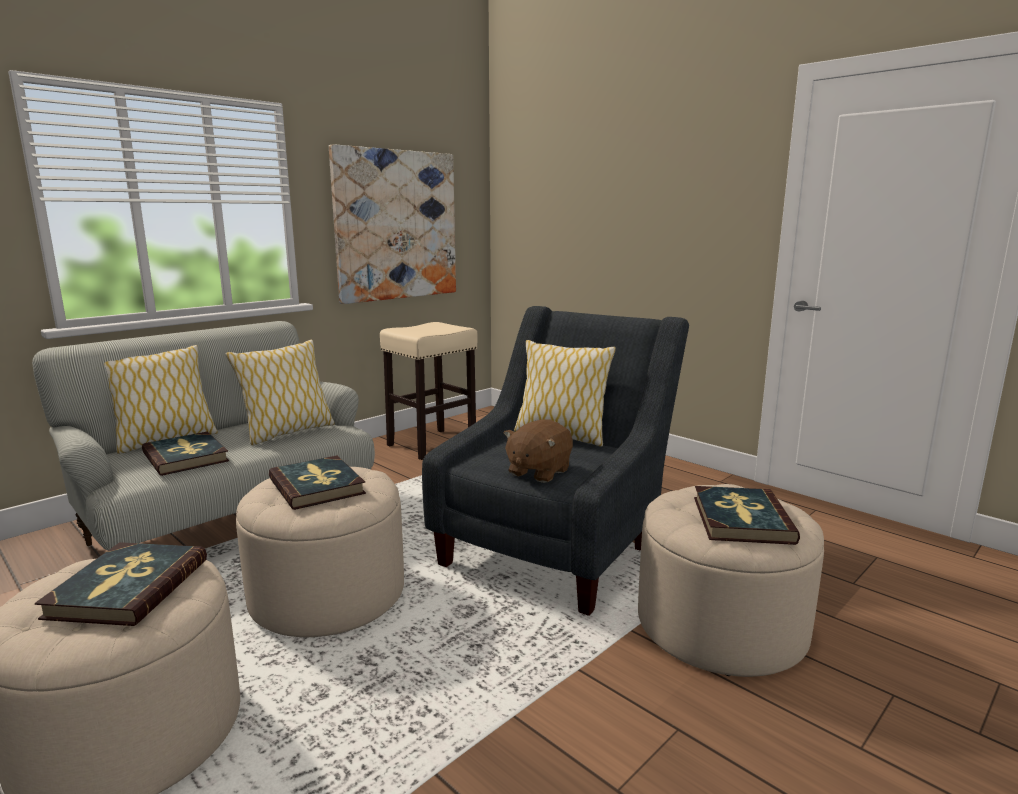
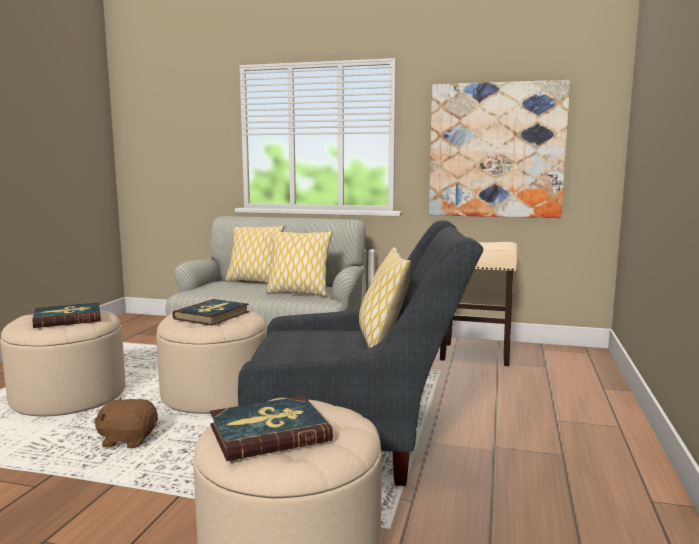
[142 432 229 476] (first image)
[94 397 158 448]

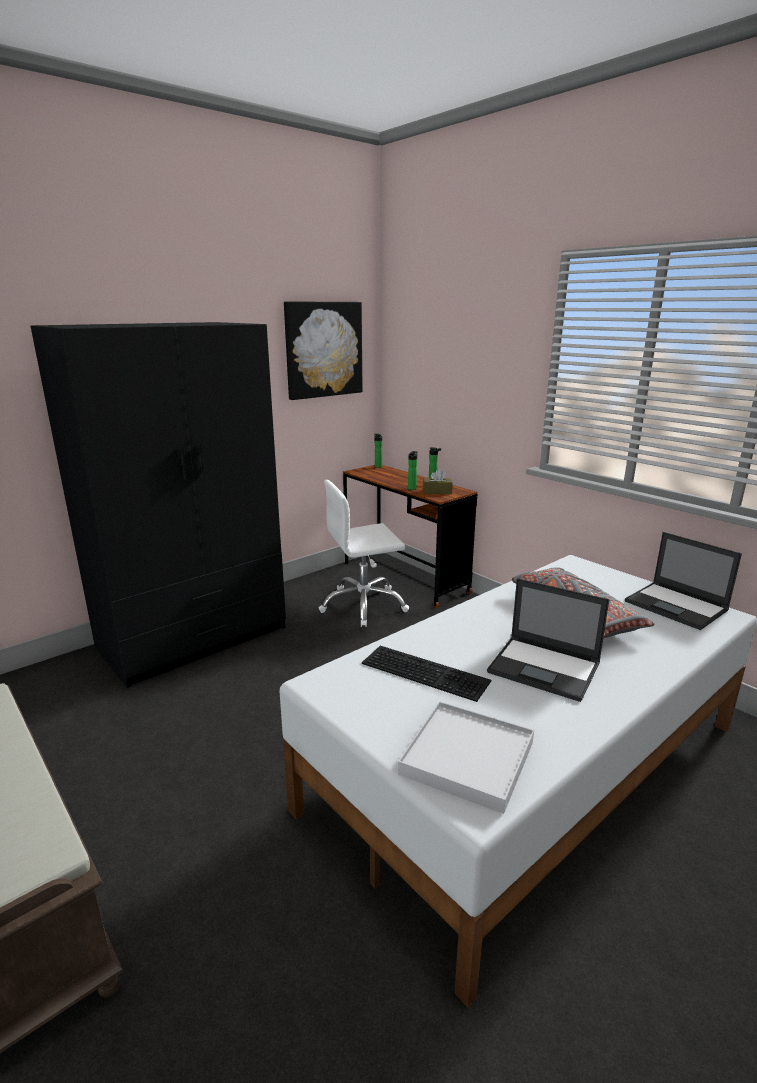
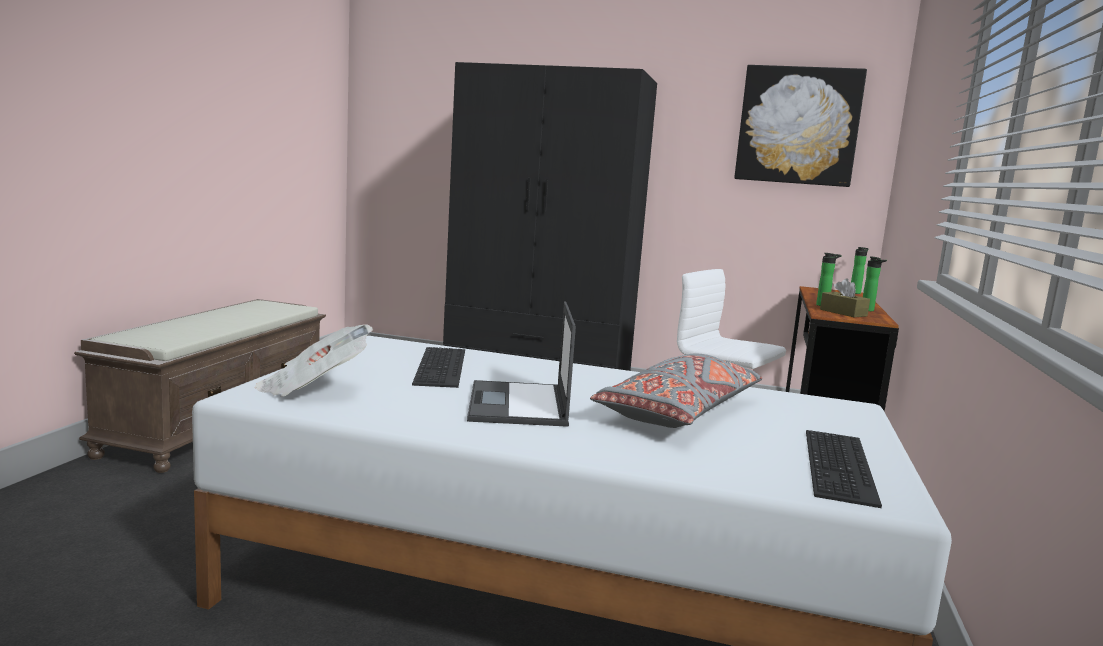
[255 324 373 397]
[806 430 882 508]

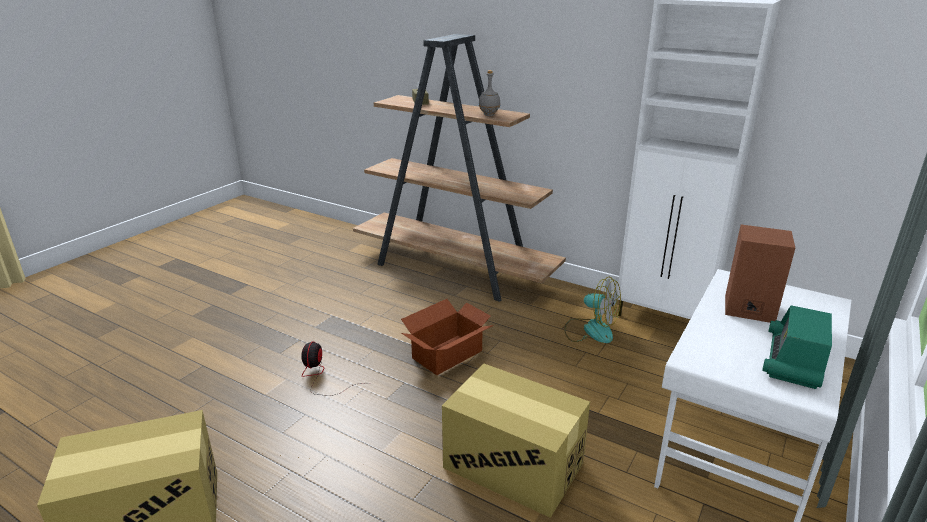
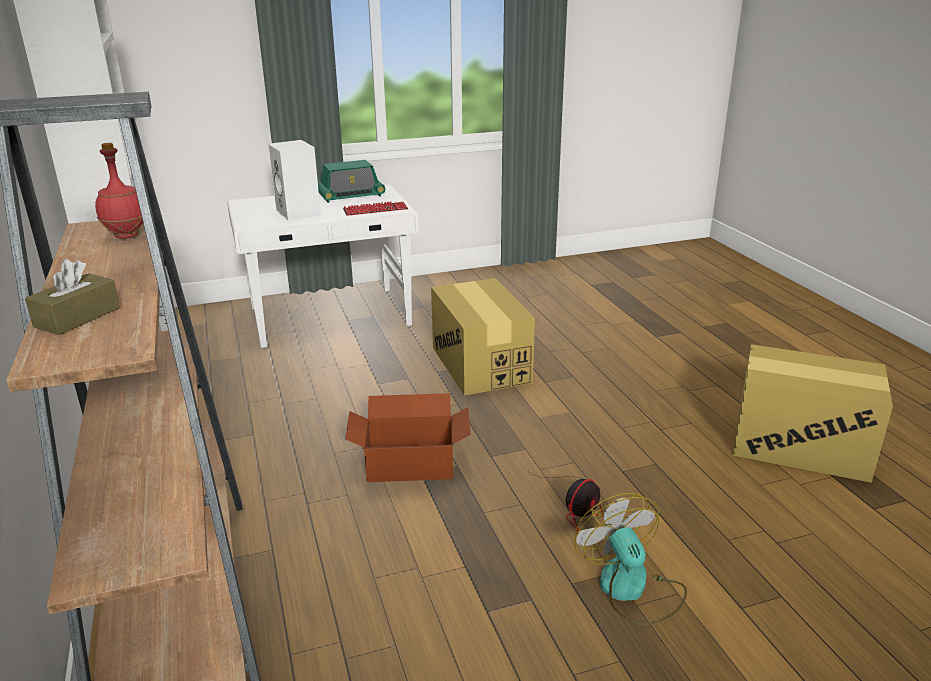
[95 143 143 239]
[574 493 687 626]
[268 140 321 221]
[343 202 408 216]

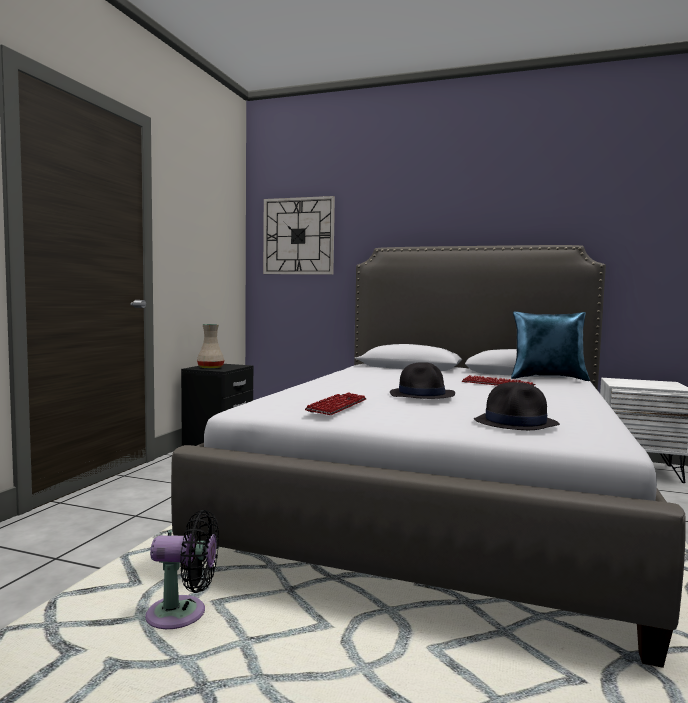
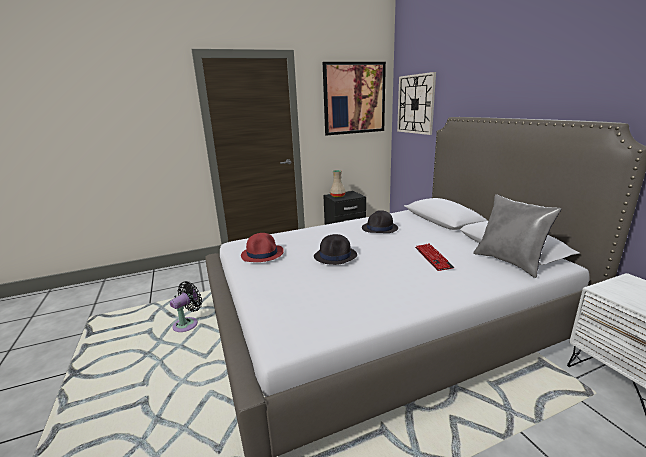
[170 281 202 332]
[241 233 284 262]
[362 210 398 233]
[473 194 561 278]
[323 62 386 135]

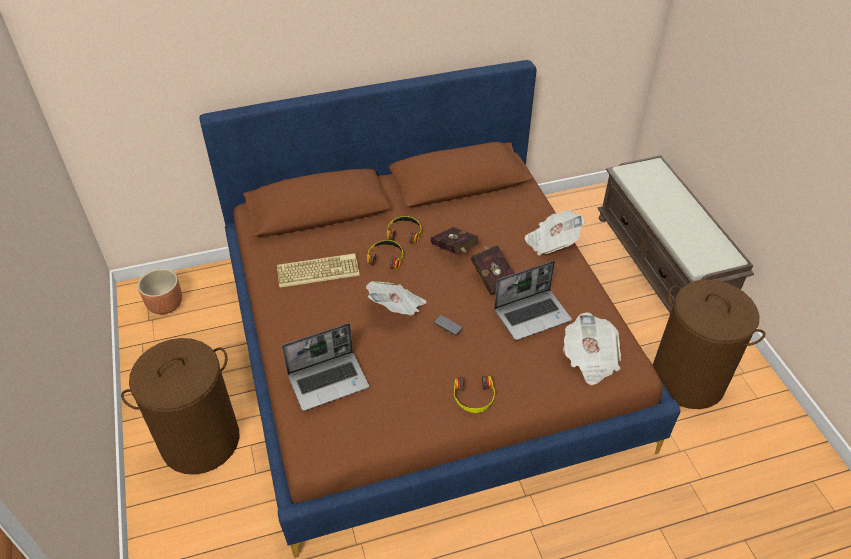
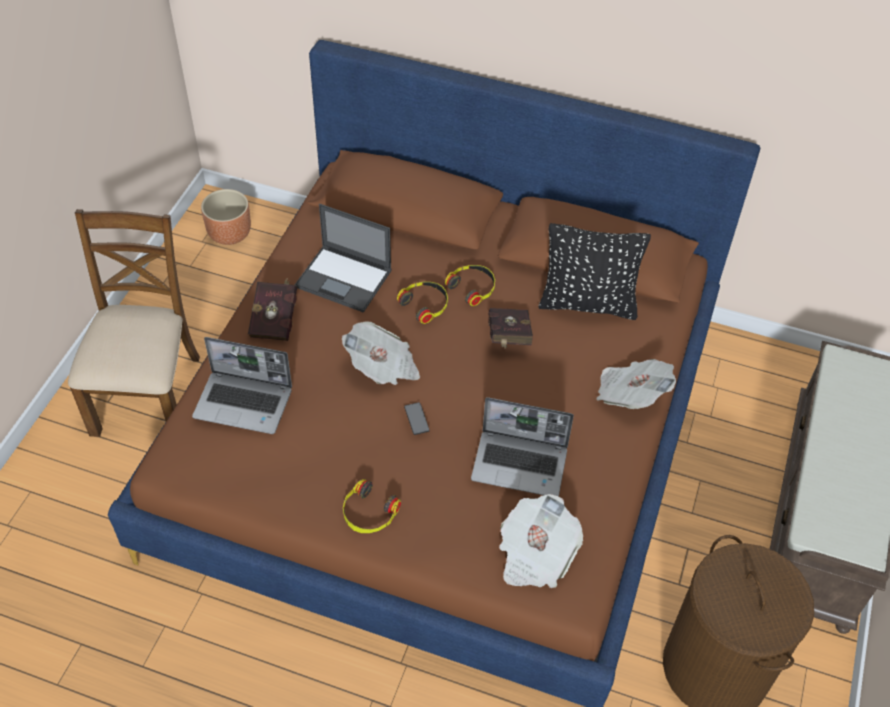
[68 209 200 437]
[295 204 392 313]
[248 279 297 341]
[538 223 651 320]

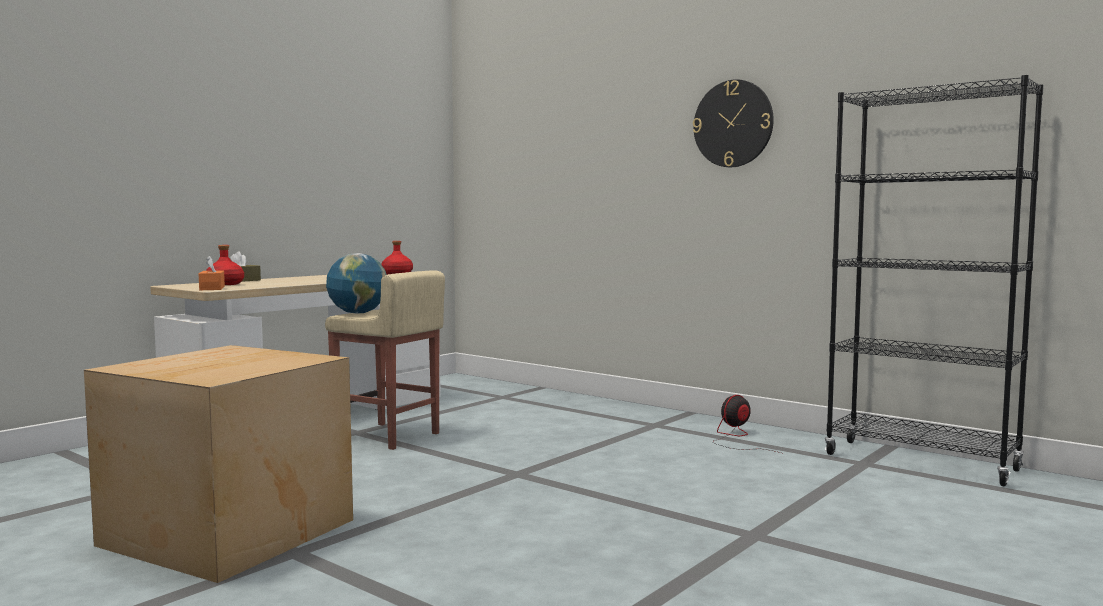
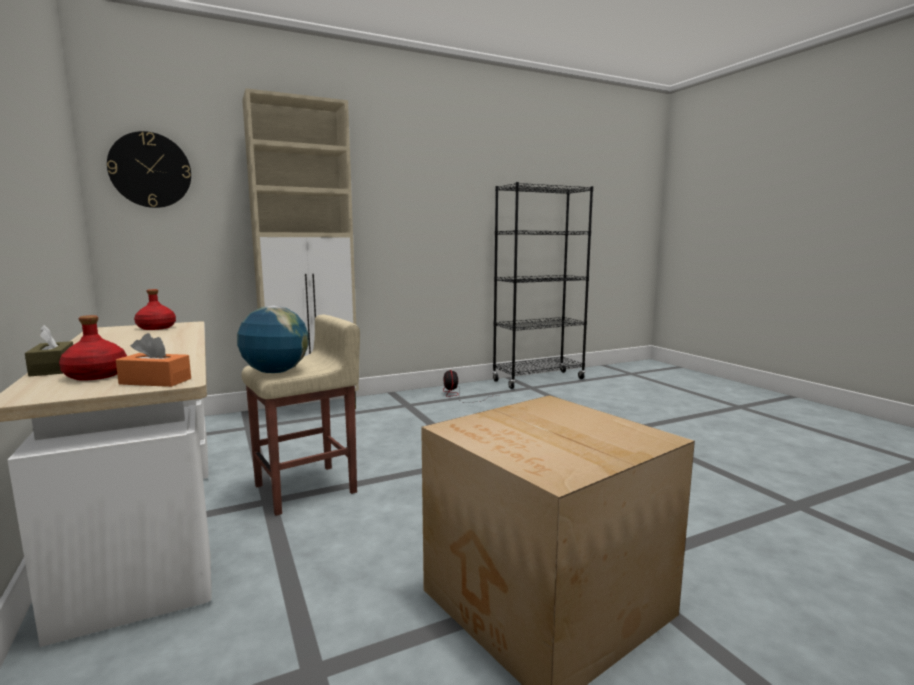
[107 131 191 208]
[242 88 359 409]

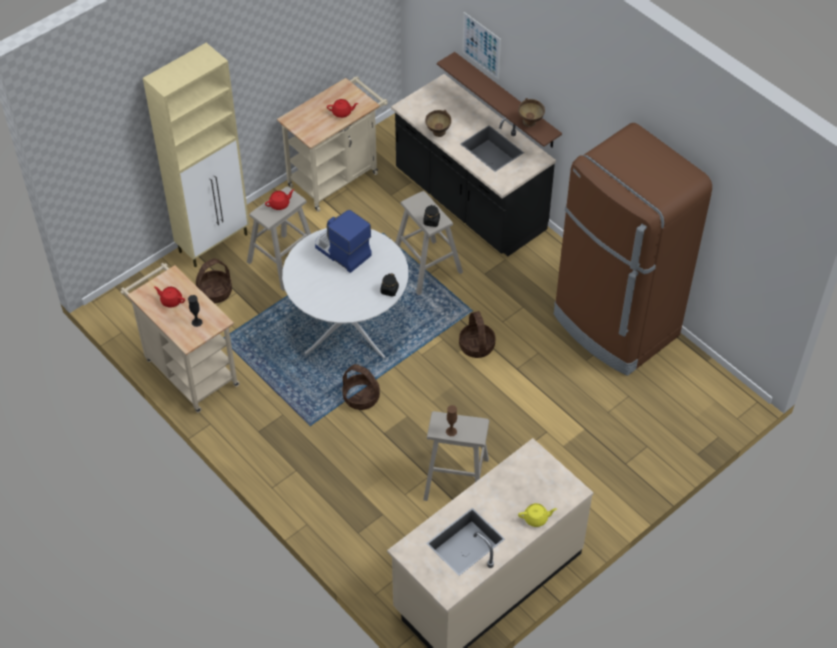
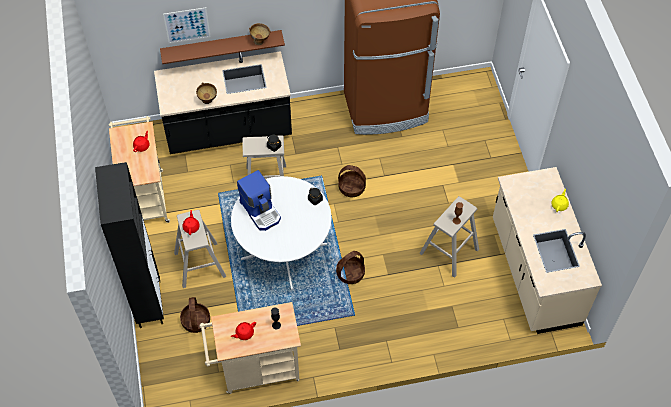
[95 162 164 328]
[237 170 281 231]

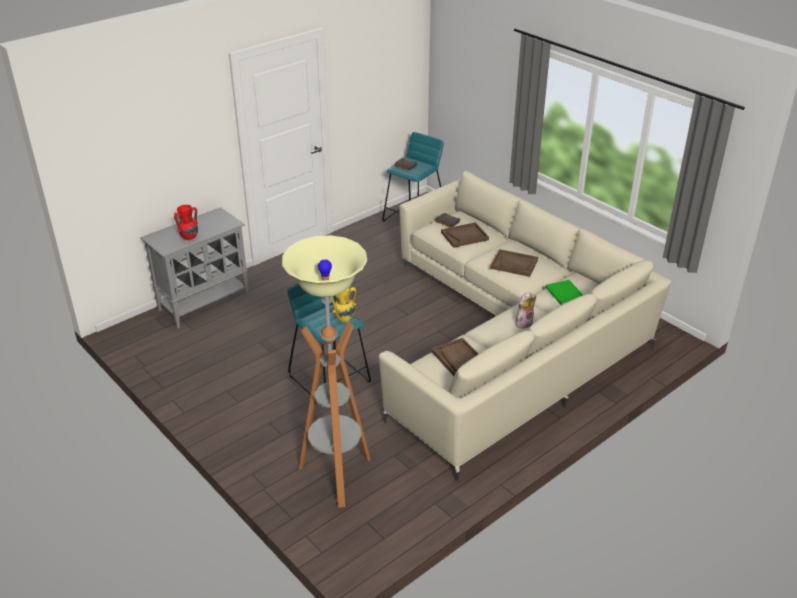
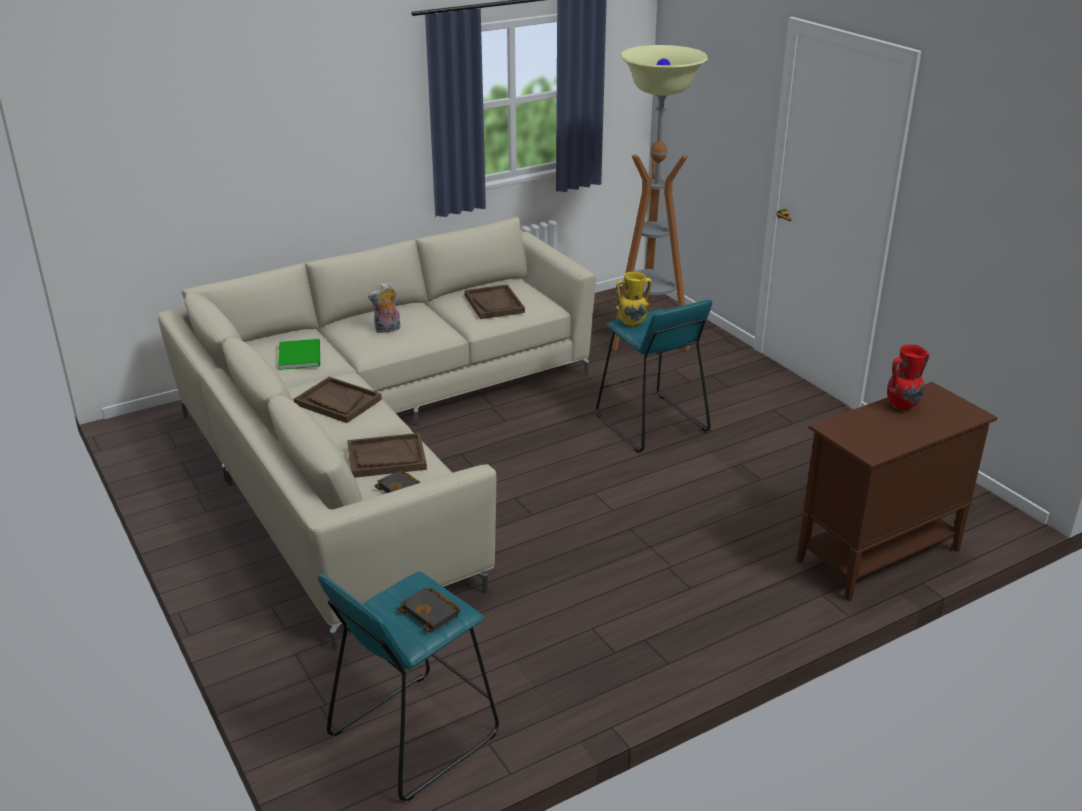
[796 382 998 601]

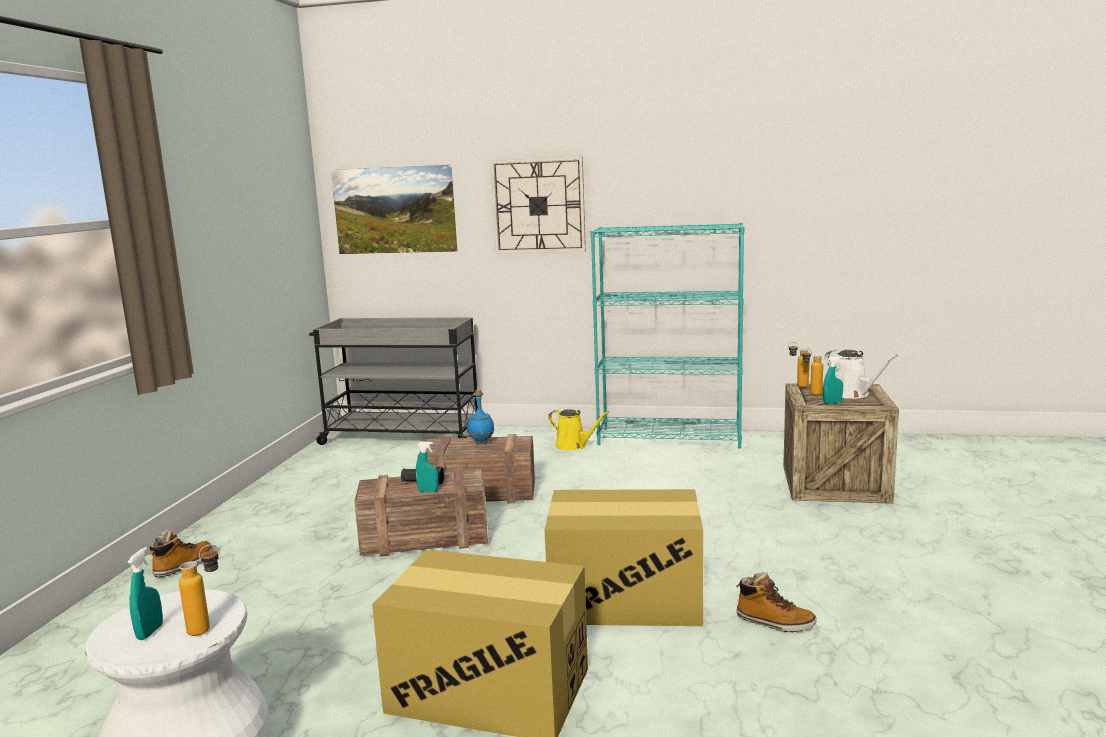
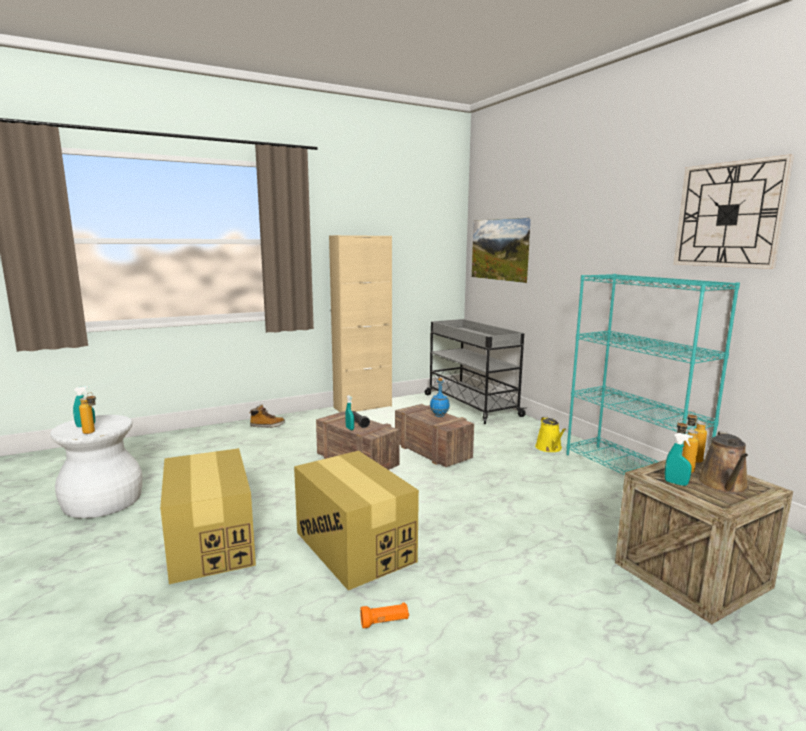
[674 154 794 269]
[360 602 409 628]
[697 431 749 494]
[329 235 392 412]

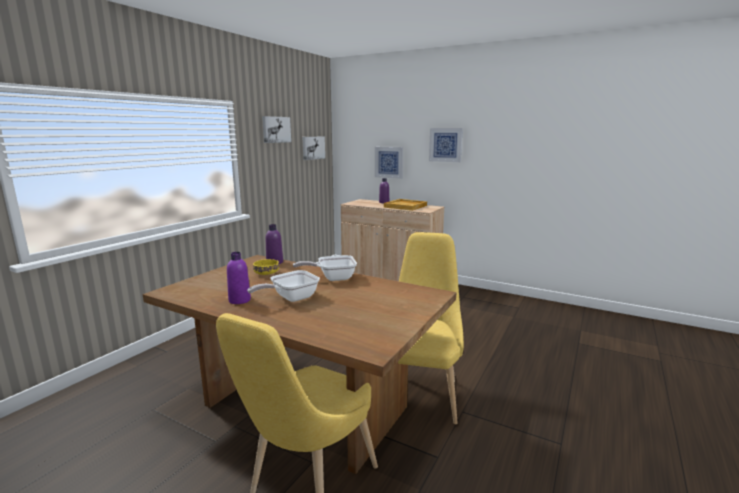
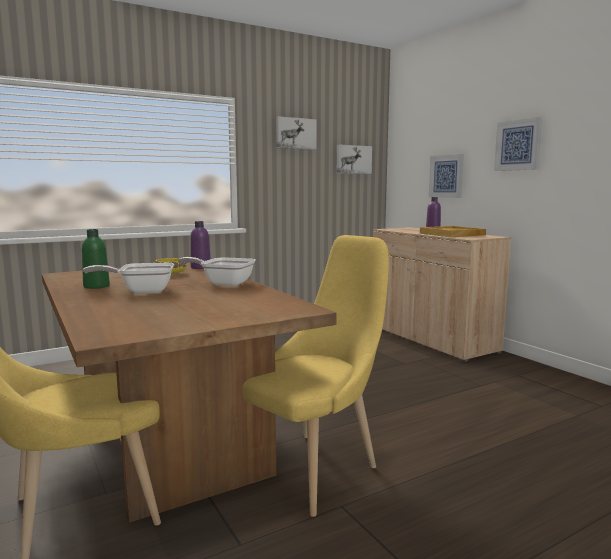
[82 229 110 289]

